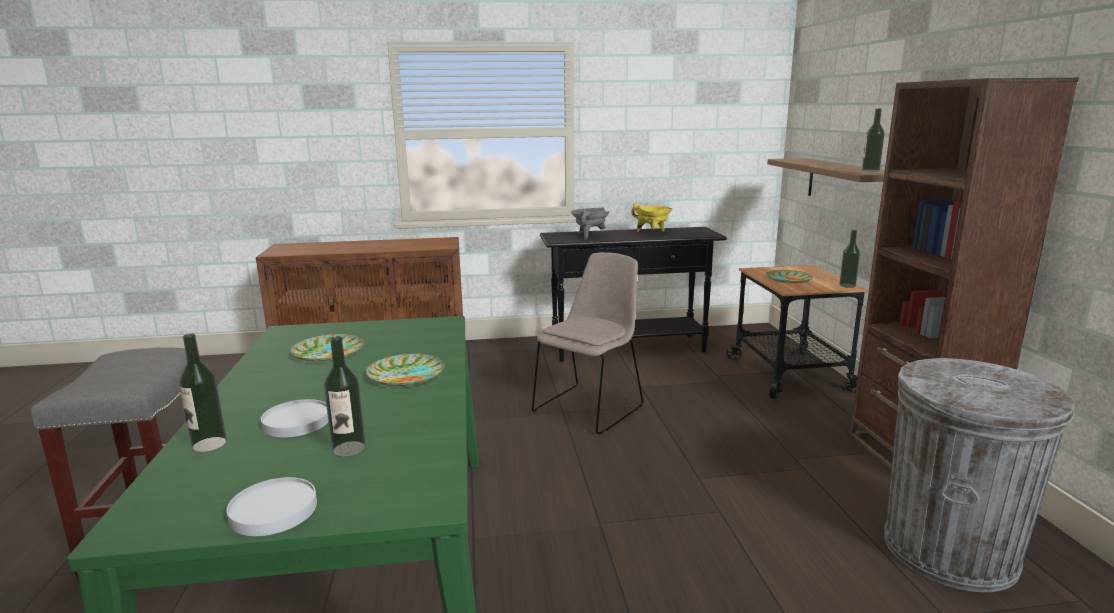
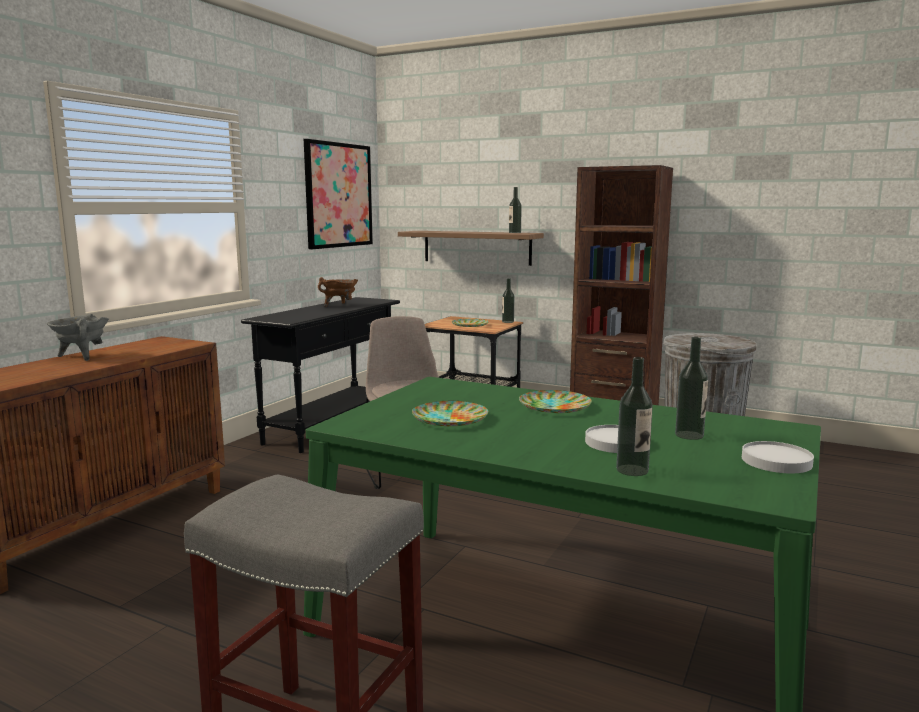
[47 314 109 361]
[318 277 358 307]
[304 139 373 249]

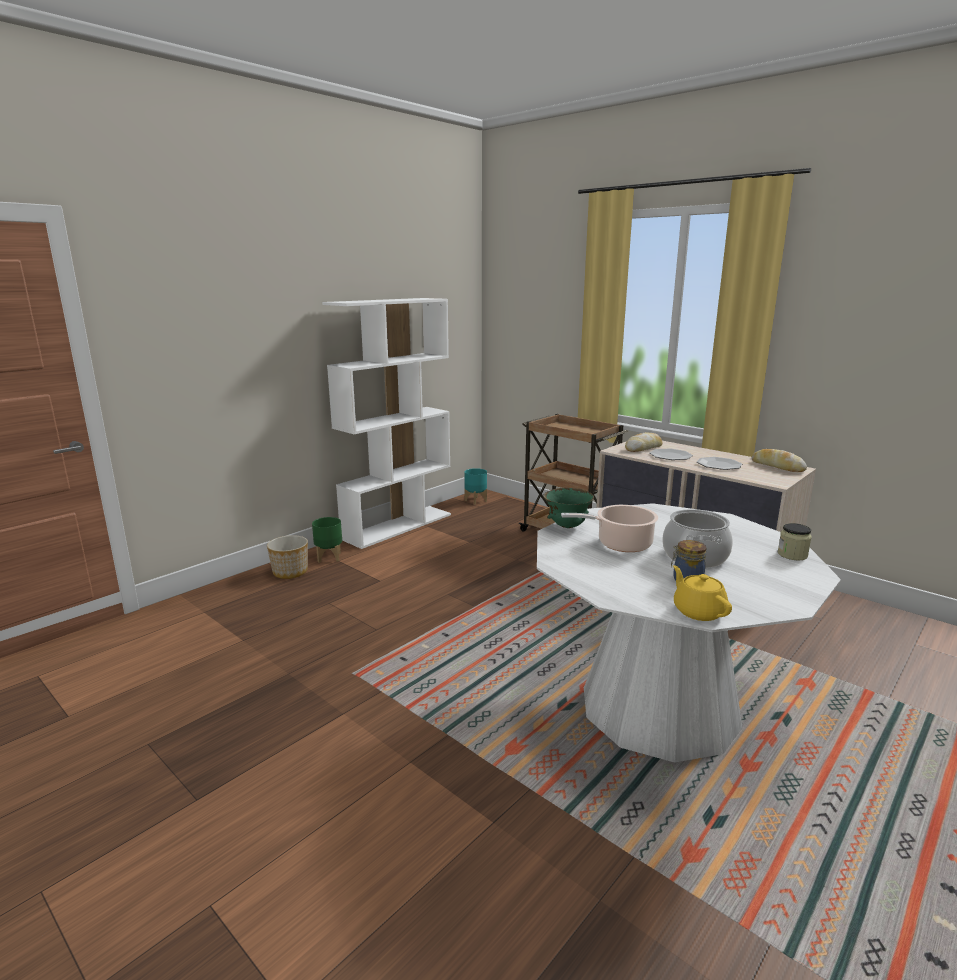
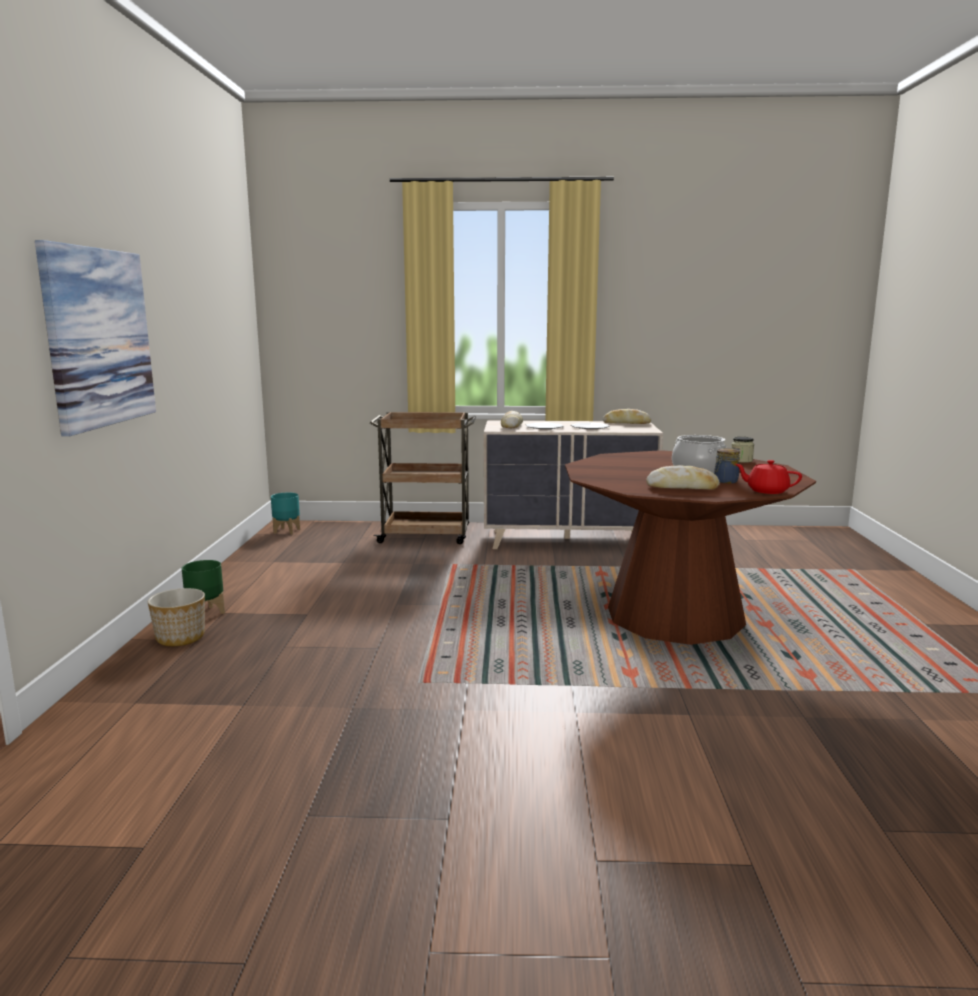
[322 298 451 549] (first image)
[565 450 816 645]
[543 488 594 528] (first image)
[561 505 658 552] (first image)
[735 460 802 494]
[35 240 156 437]
[646 465 720 490]

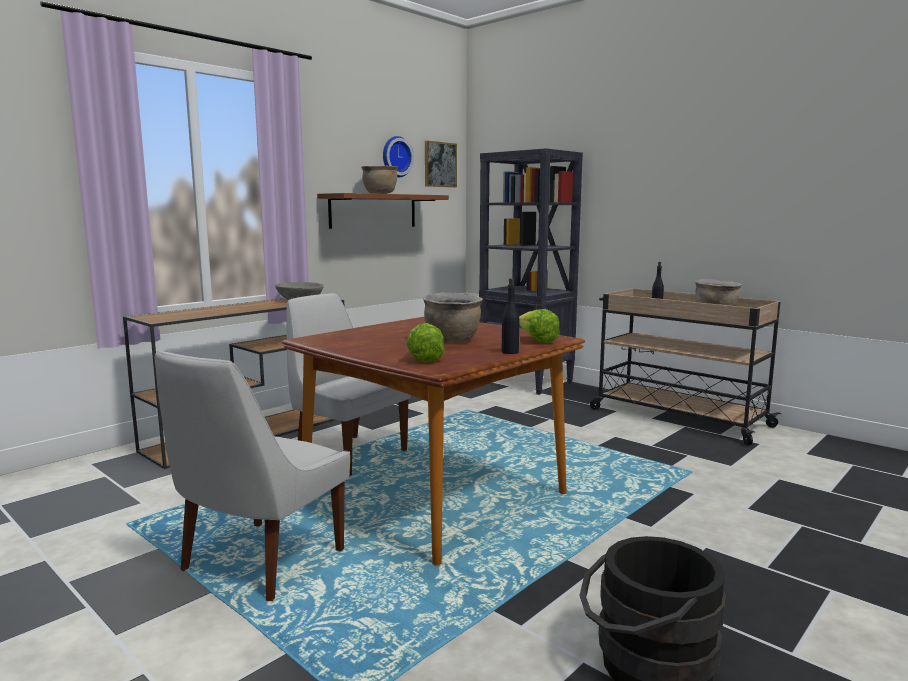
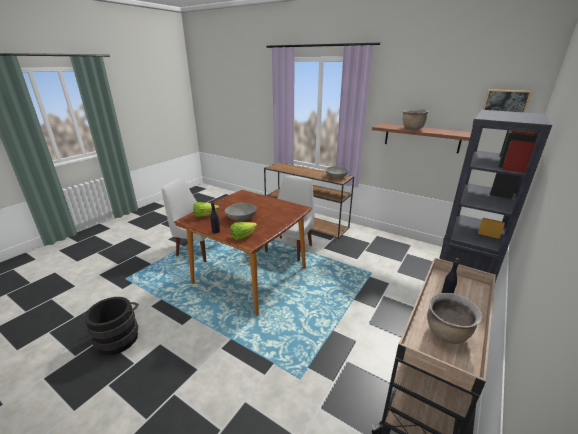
[383 136 414 177] (first image)
[225 203 257 221]

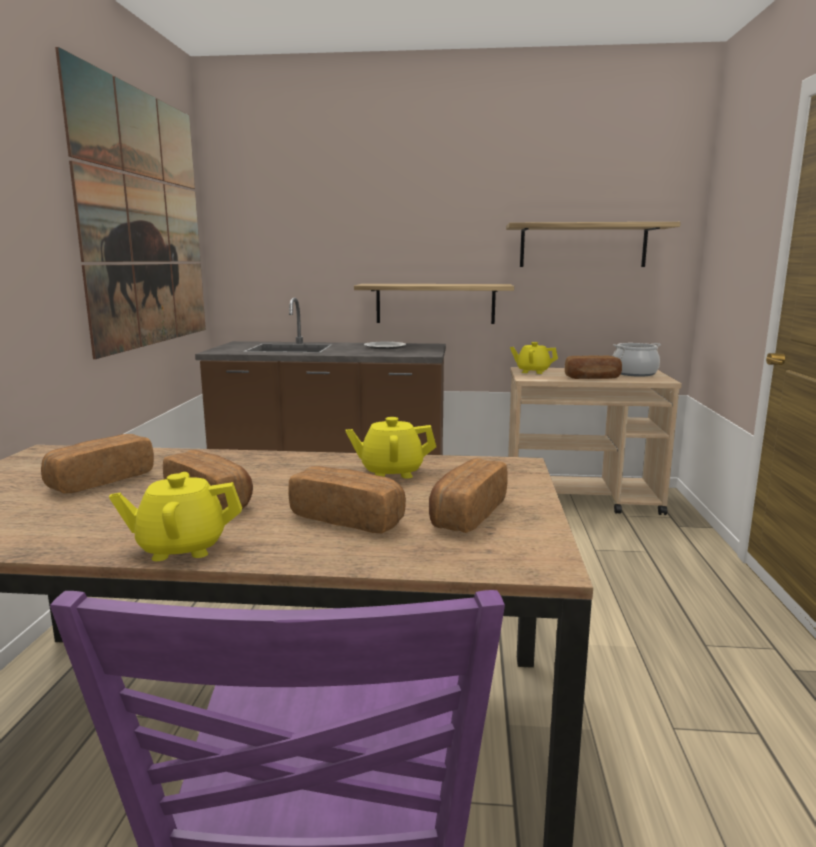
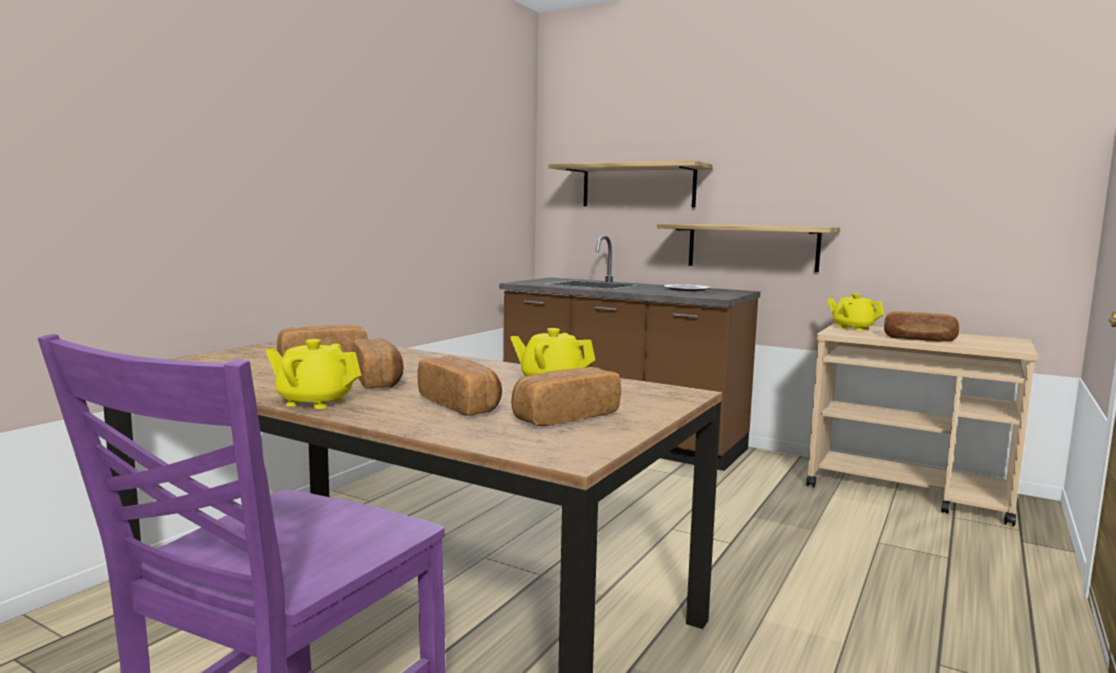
[55 47 206 359] (first image)
[548 160 713 207]
[613 343 661 377] (first image)

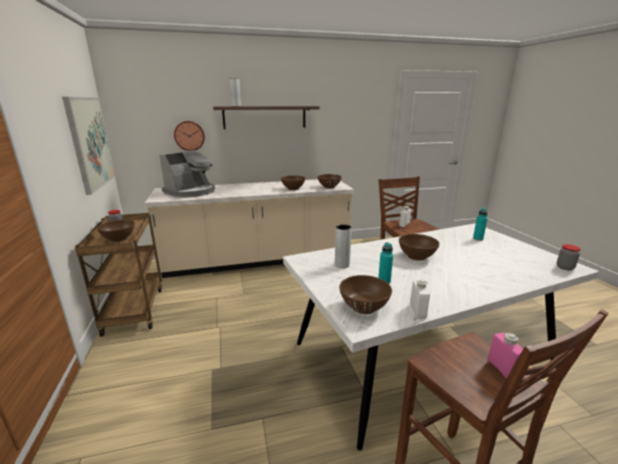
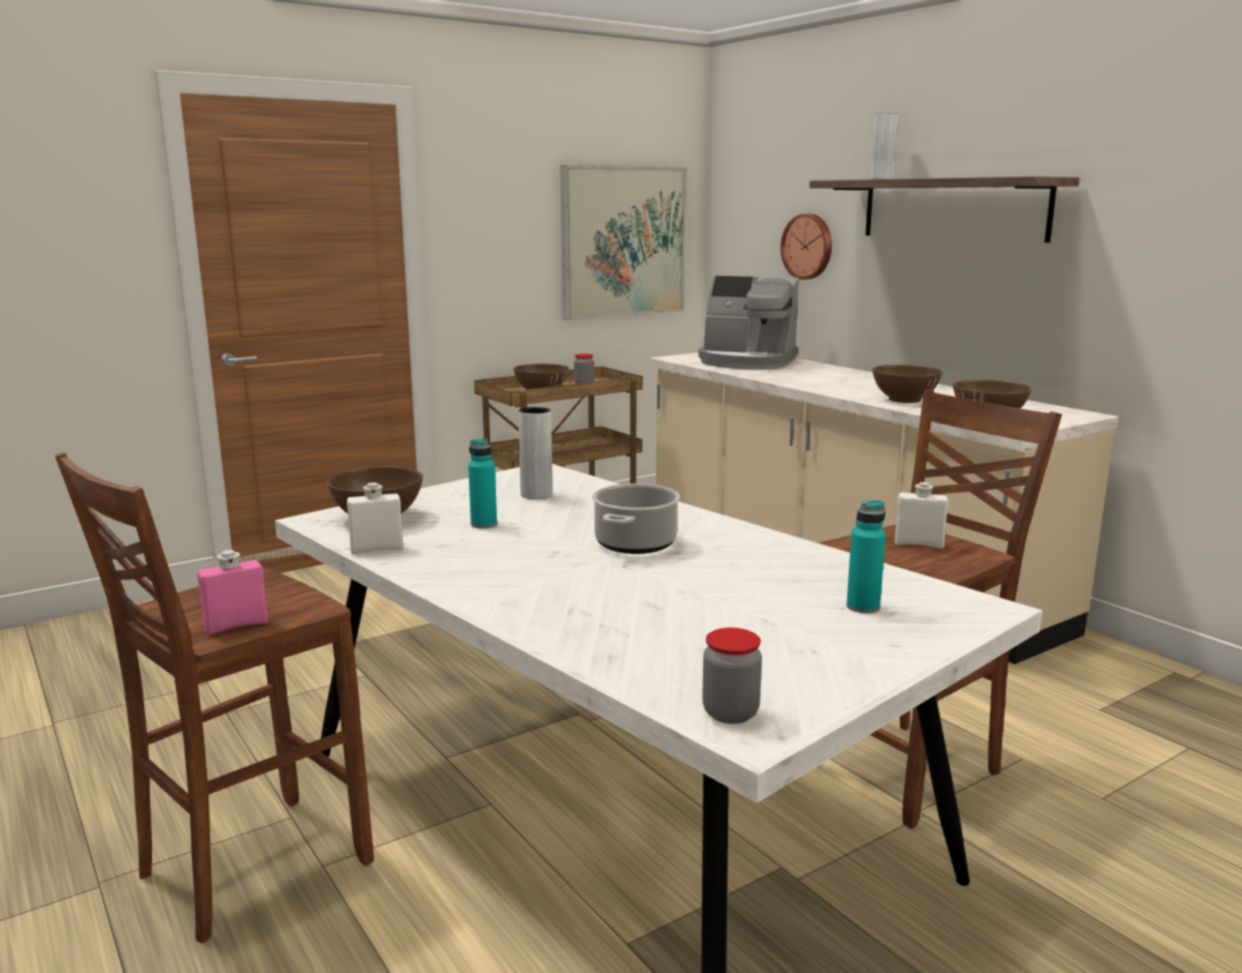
[592 483 680 554]

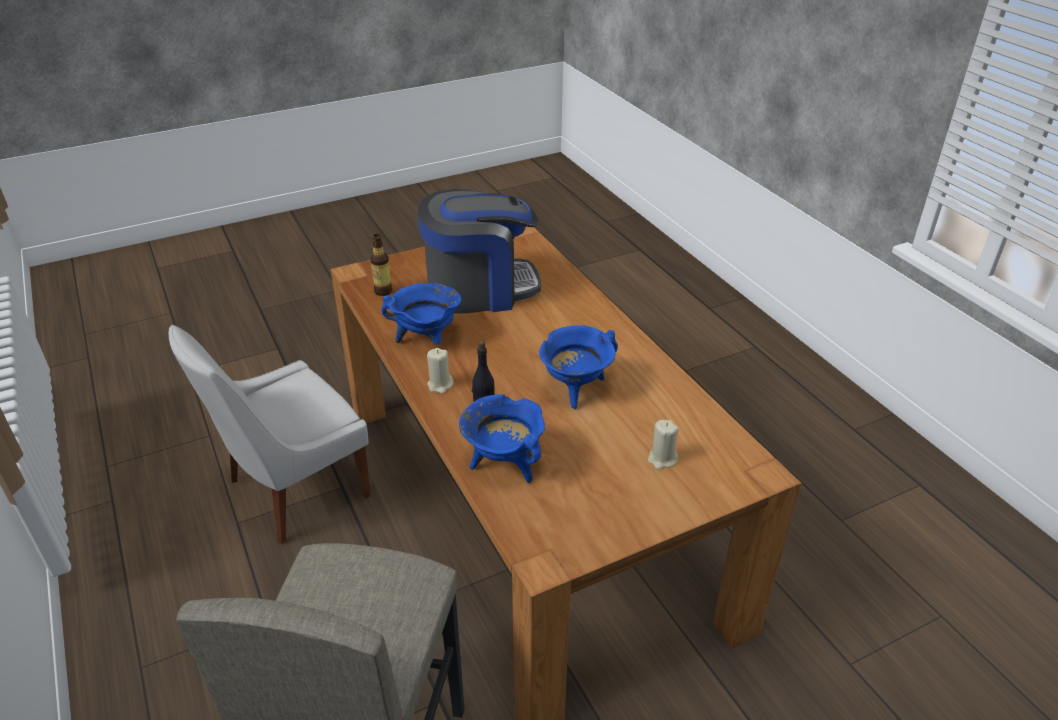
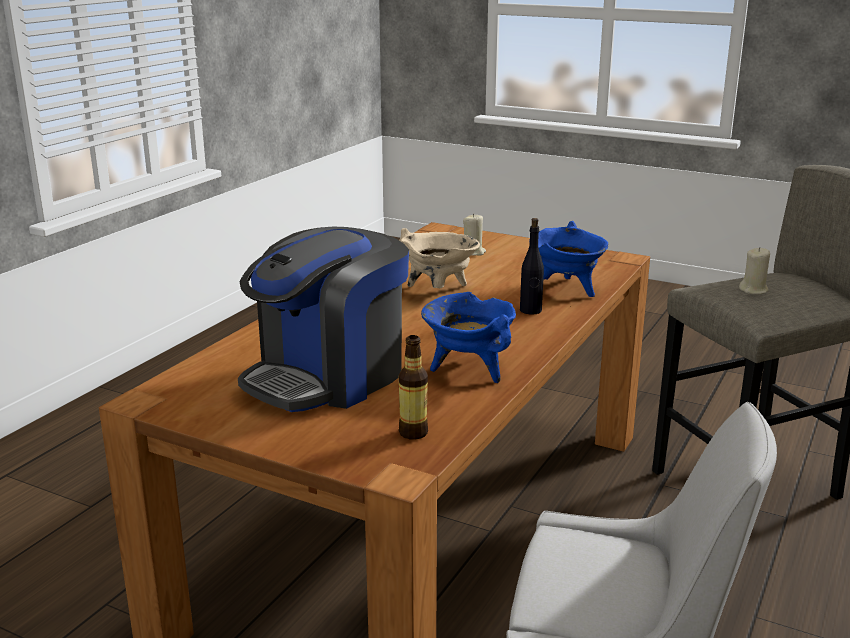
[238 226 409 412]
[739 247 770 294]
[399 228 480 288]

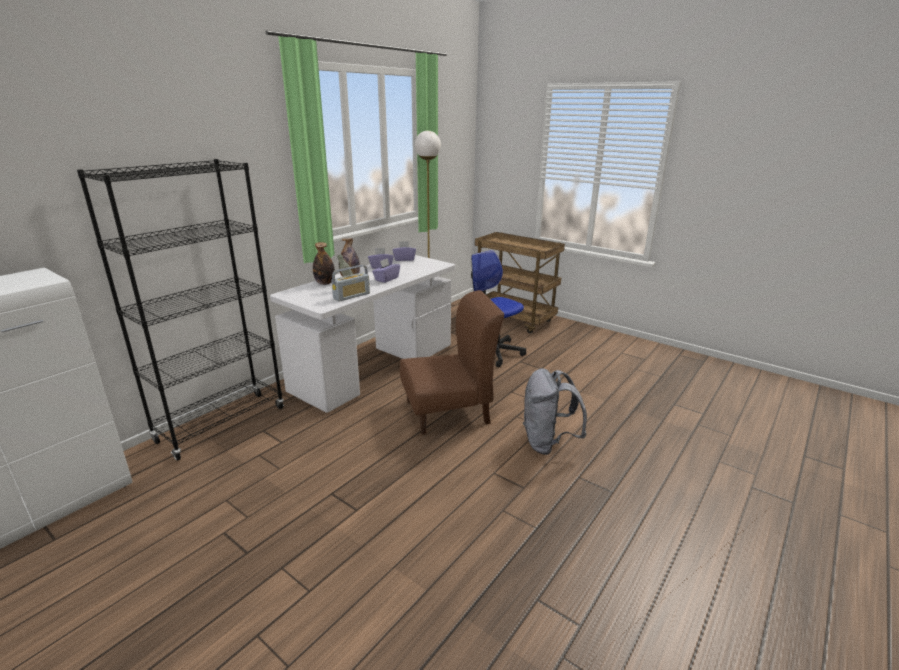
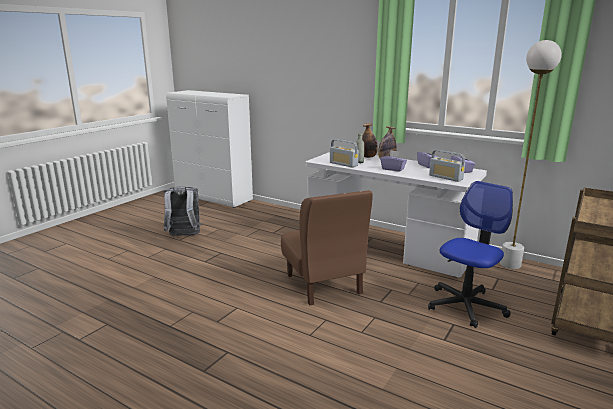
[77 159 284 461] (first image)
[163 186 202 236]
[429 150 465 182]

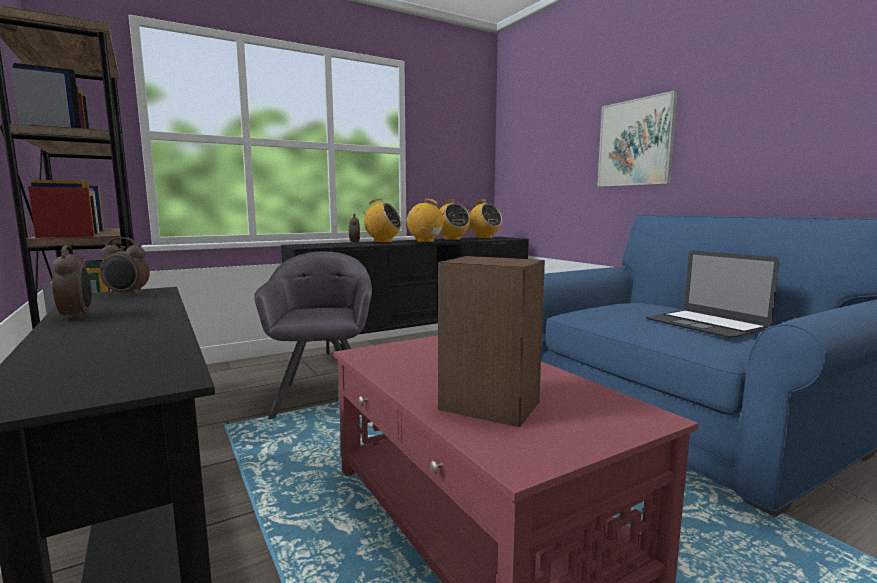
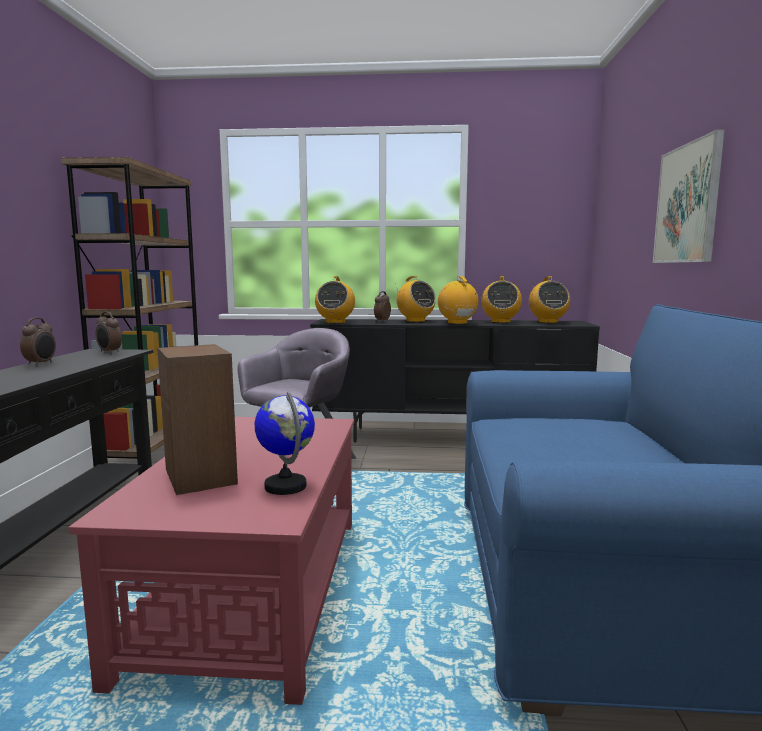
[646 250 779 338] (first image)
[255 391 315 495]
[315 276 355 324]

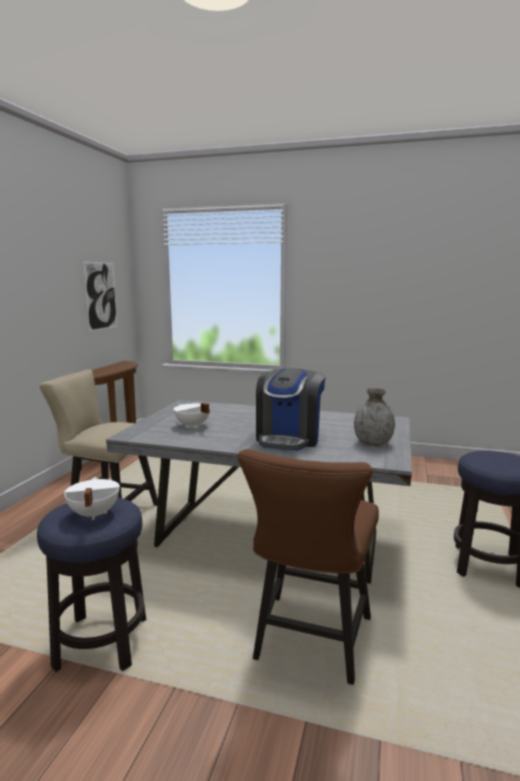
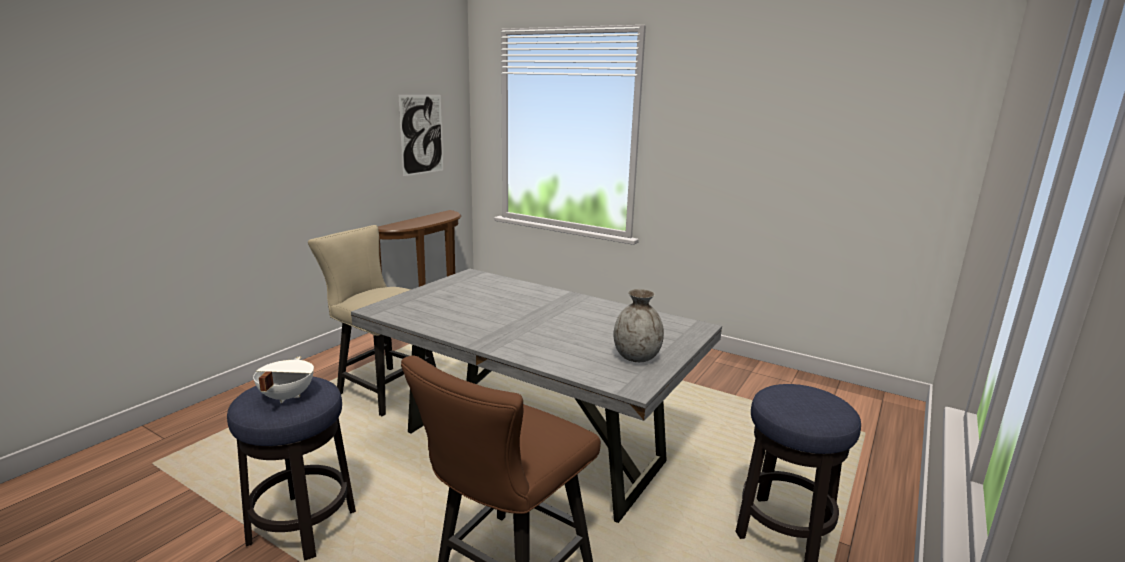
[174 402 210 428] (first image)
[256 368 326 451] (first image)

